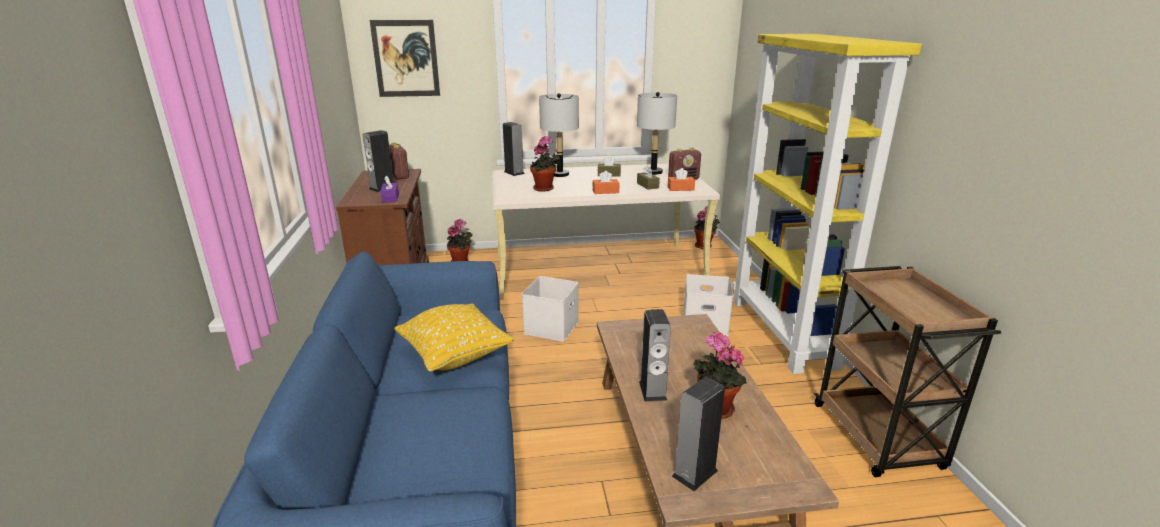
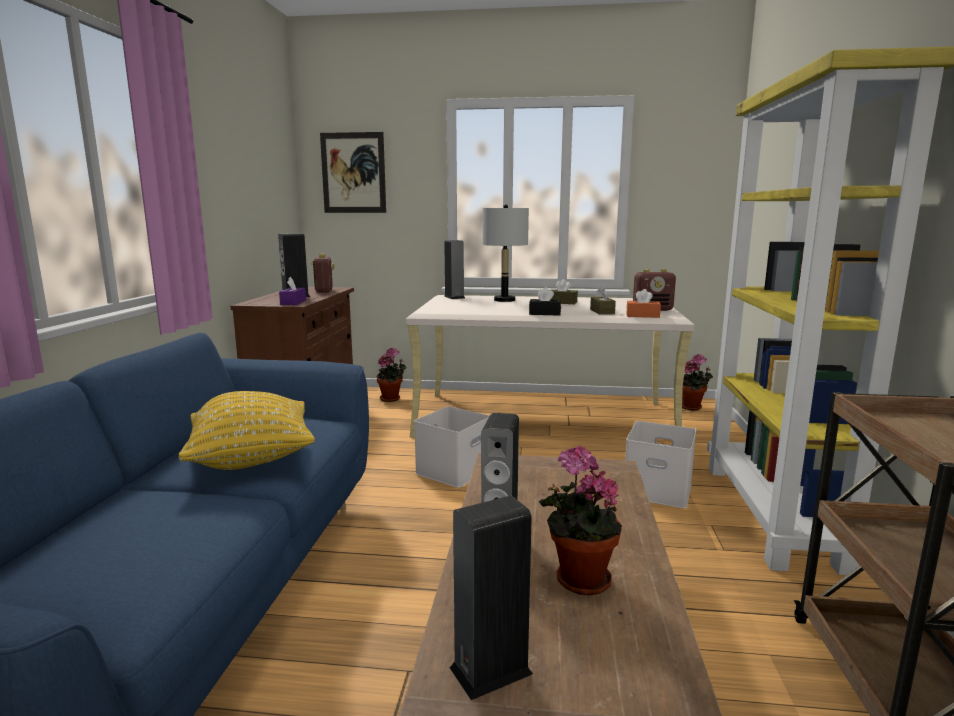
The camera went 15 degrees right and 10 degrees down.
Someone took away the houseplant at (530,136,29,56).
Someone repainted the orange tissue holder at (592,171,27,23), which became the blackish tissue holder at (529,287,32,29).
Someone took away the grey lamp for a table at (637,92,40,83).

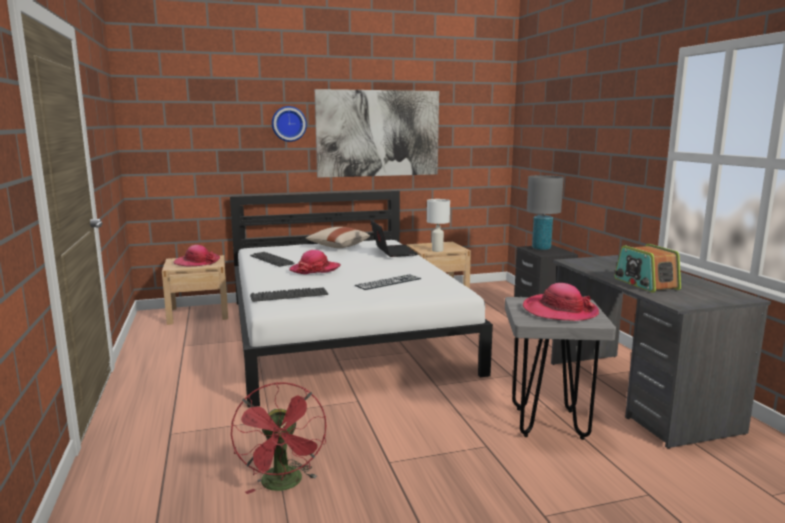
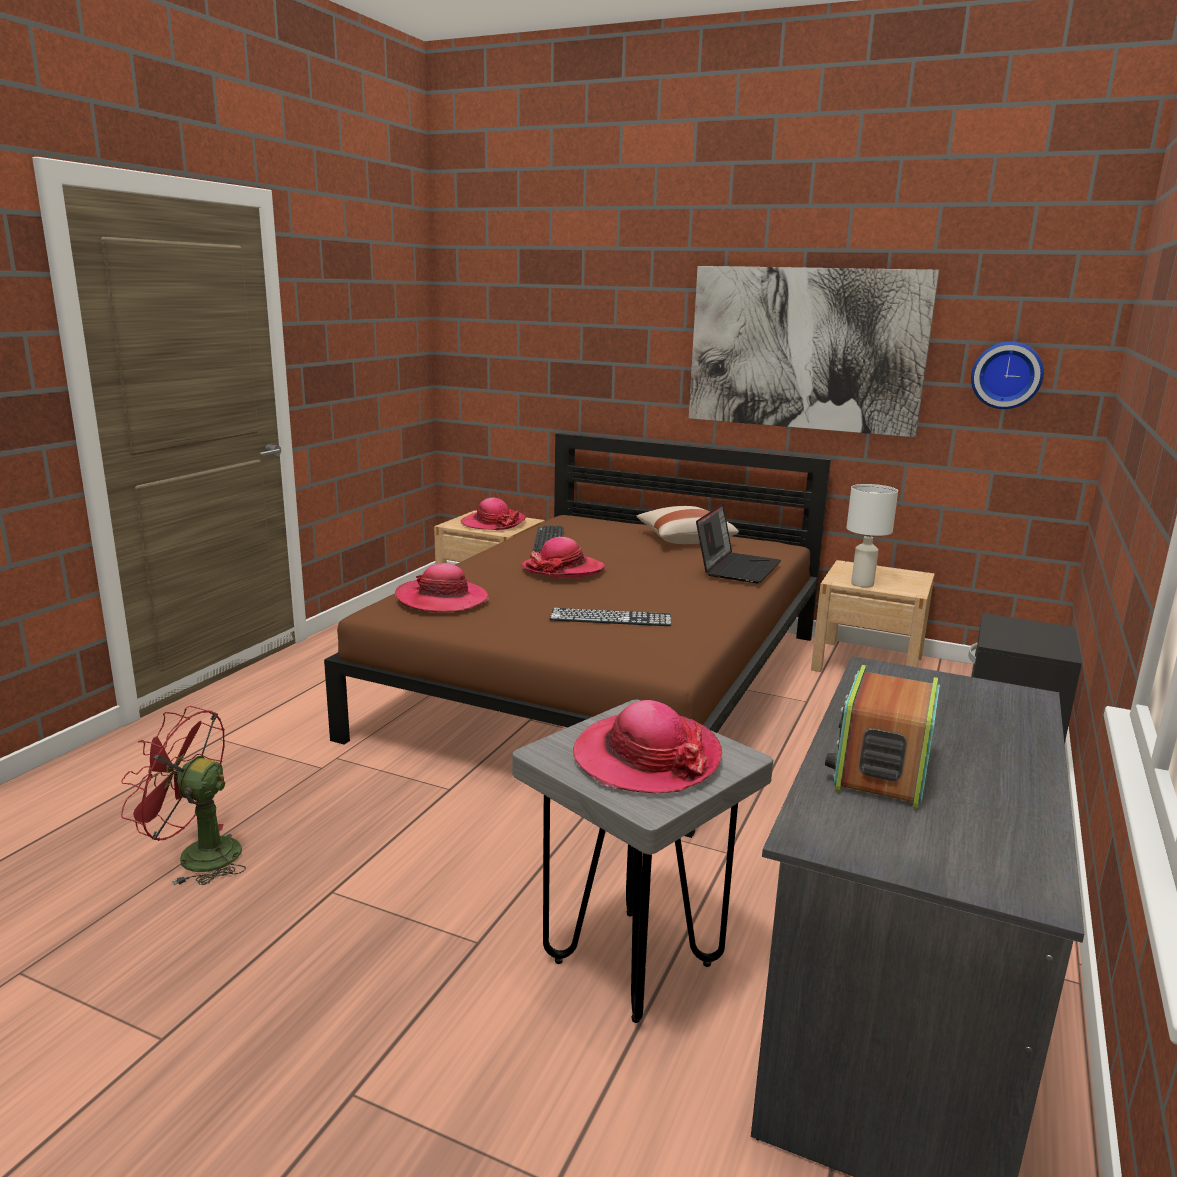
The camera went 40 degrees right and 5 degrees up.
Someone repainted the whitish sleeping bed at (230,191,263,217), which became the brown sleeping bed at (324,433,507,405).
Someone rotated the red-coloured electric fan at (231,382,96,112) by 75 degrees clockwise.
Someone swapped the PC keyboard at (250,287,78,15) for the clothing hat at (395,563,94,49).
Someone carried the hanging clock from (272,106,35,36) to (971,342,73,67).
Someone took away the grey lamp for a table at (527,175,37,75).

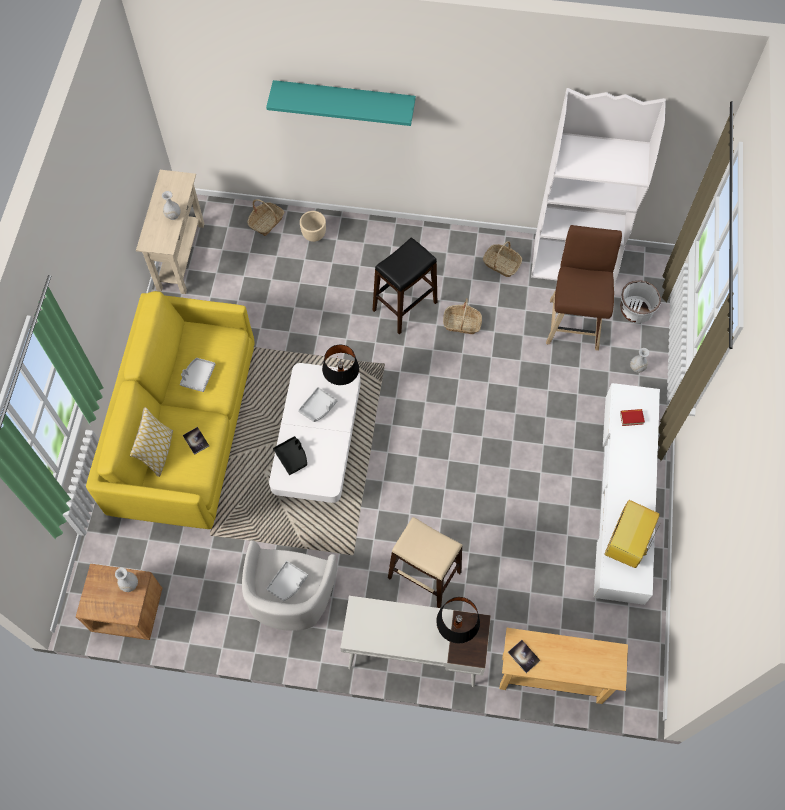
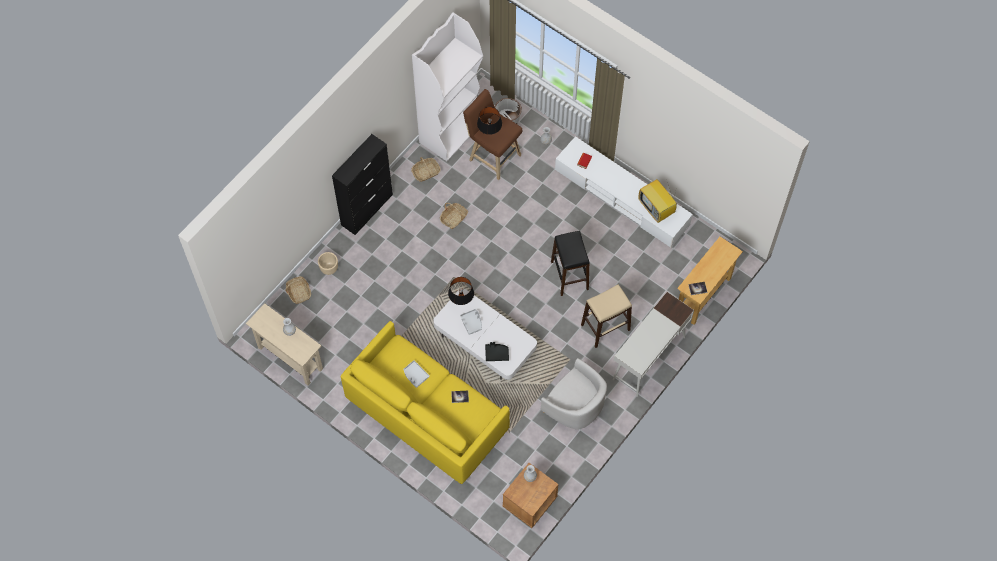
The camera went 60 degrees left and 0 degrees up.
Someone took away the cushion at (130,407,43,70).
Someone took away the blue-green wall shelf at (266,80,150,46).
Someone took away the grey tray at (266,561,42,40).
Someone carried the blackish stool seat from (373,238,64,96) to (551,231,39,65).
Someone carried the blackish lamp for a table from (436,597,44,46) to (477,107,25,28).
Someone put down the blackish cabinet at (332,134,61,101).

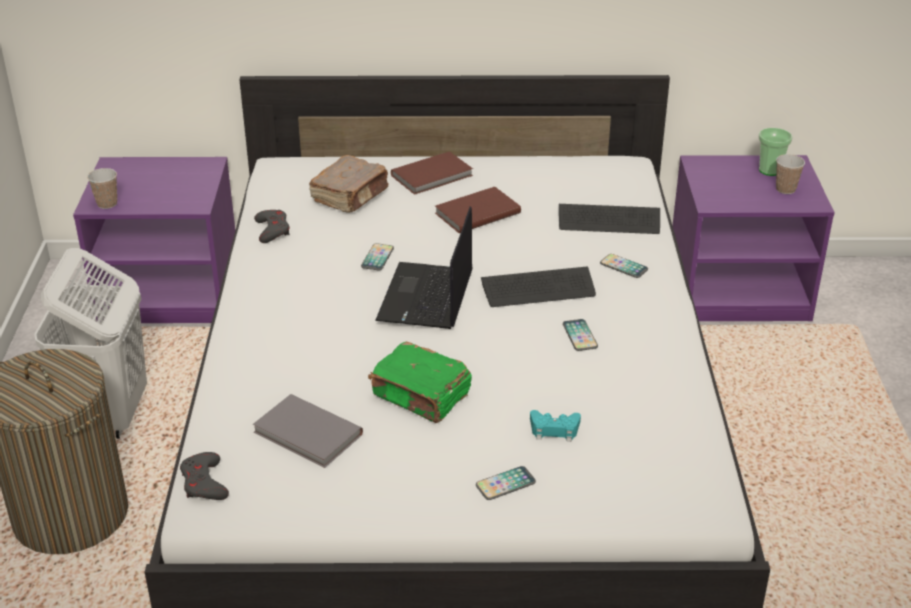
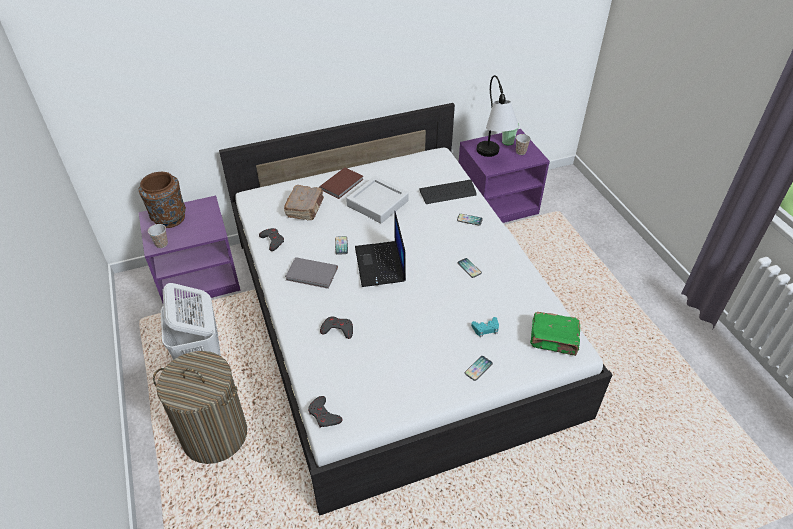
The camera went 20 degrees left and 10 degrees up.
Someone carried the grey book from (252,394,111,74) to (285,257,53,32).
Someone carried the green book from (368,341,104,82) to (530,312,50,44).
Someone swapped the brown book at (435,187,86,46) for the grey tray at (346,176,63,47).
Someone took away the PC keyboard at (481,267,115,40).
Someone put down the brown vase at (138,172,48,56).
Someone put down the grey gamepad at (320,317,33,22).
Someone put down the lamp for a table at (477,75,42,82).

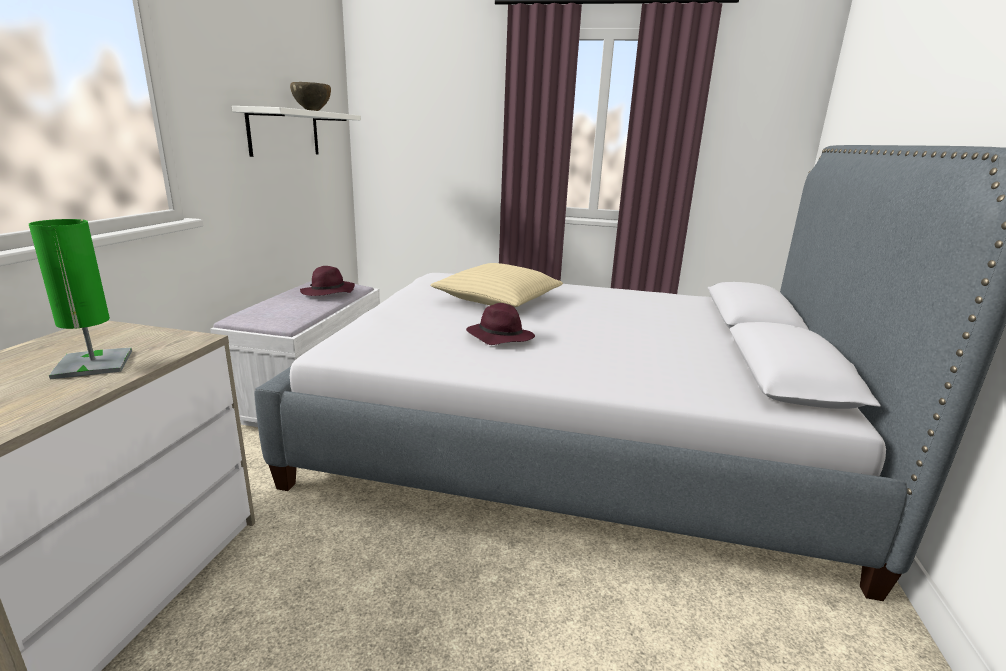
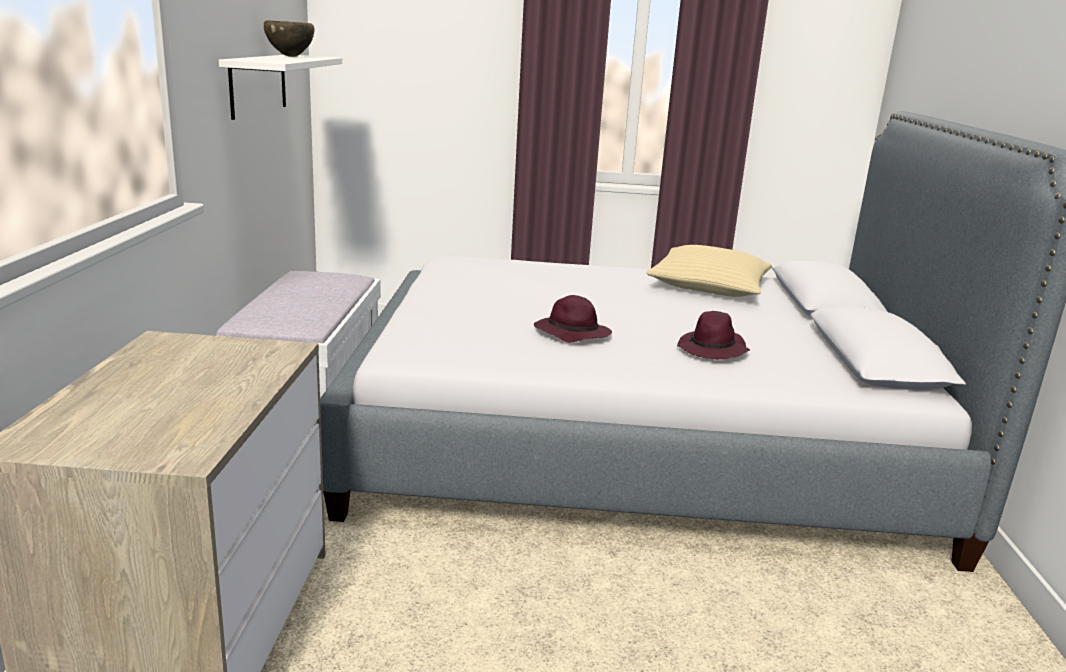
The camera went 10 degrees left and 0 degrees up.
Someone took away the green lamp for a table at (29,219,103,160).
Someone carried the purple clothing hat from (300,266,55,30) to (677,311,73,48).
Someone carried the beige cushion from (430,263,133,45) to (646,245,126,52).

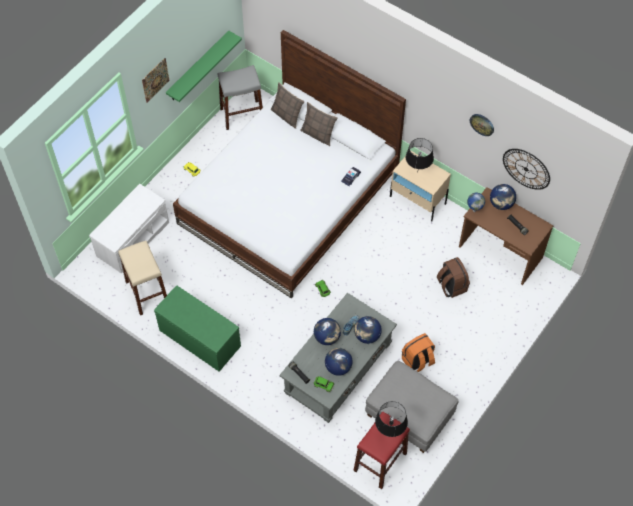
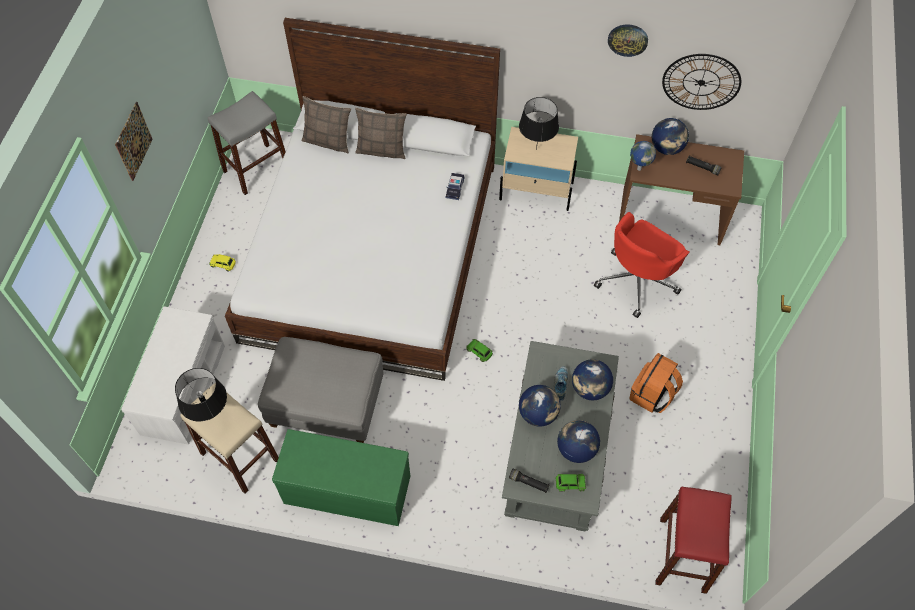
The camera went 25 degrees left and 0 degrees up.
Someone took away the green wall shelf at (166,30,76,72).
Someone carried the grey pouffe from (365,361,94,92) to (258,337,126,106).
Someone carried the blackish lamp for a table from (375,401,33,36) to (175,368,52,53).
Someone swapped the brown rucksack at (437,257,33,41) for the red-coloured desk chair at (594,212,96,106).

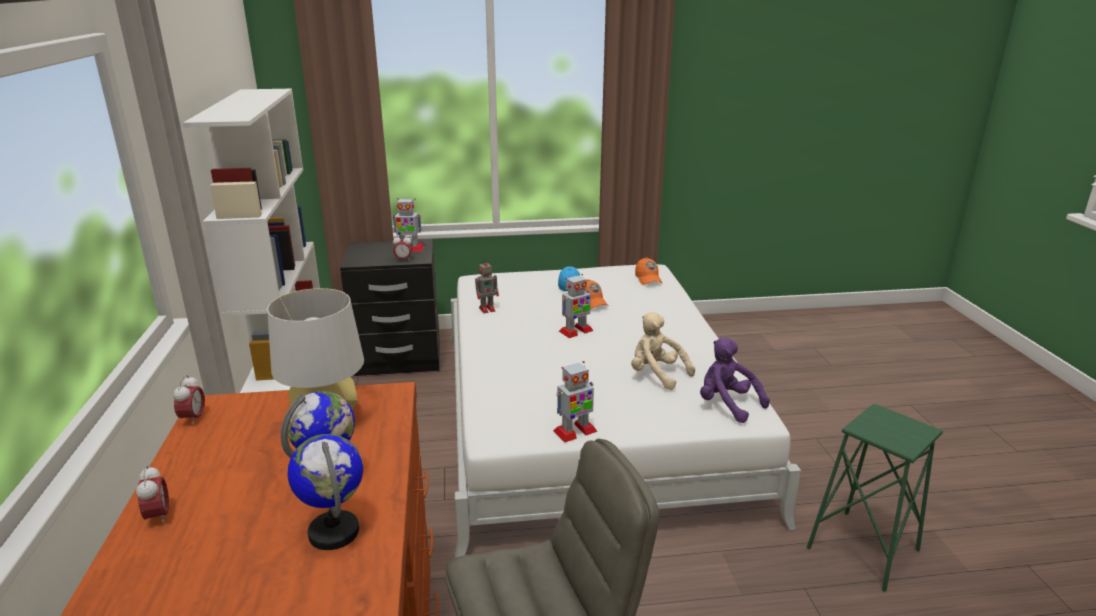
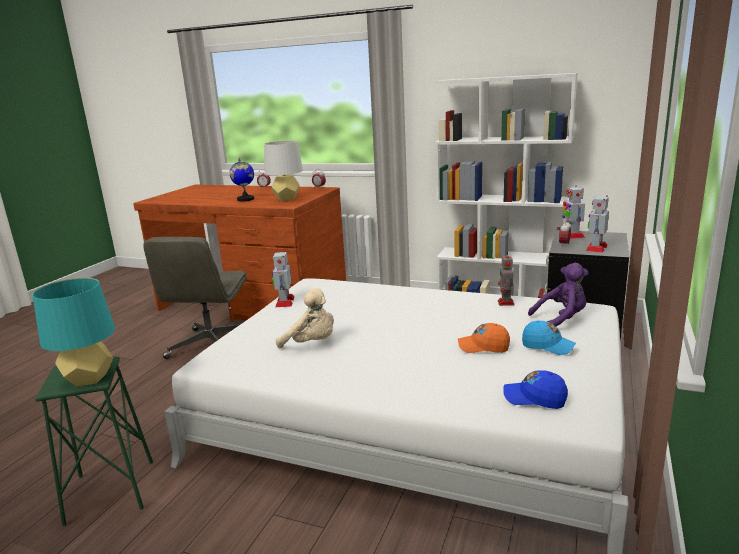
The camera went 120 degrees right and 5 degrees down.
Someone took away the world globe at (287,434,76,116).
Someone carried the robot figure from (559,274,34,64) to (562,186,23,53).
Someone rotated the beige cuddly toy at (631,312,64,78) by 45 degrees clockwise.
Someone repainted the orange cap at (635,257,27,28), which became the blue-coloured cap at (503,370,65,39).
Someone carried the purple cuddly toy from (700,337,70,86) to (528,263,61,63).
Someone put down the blue-green lamp for a table at (32,278,83,108).

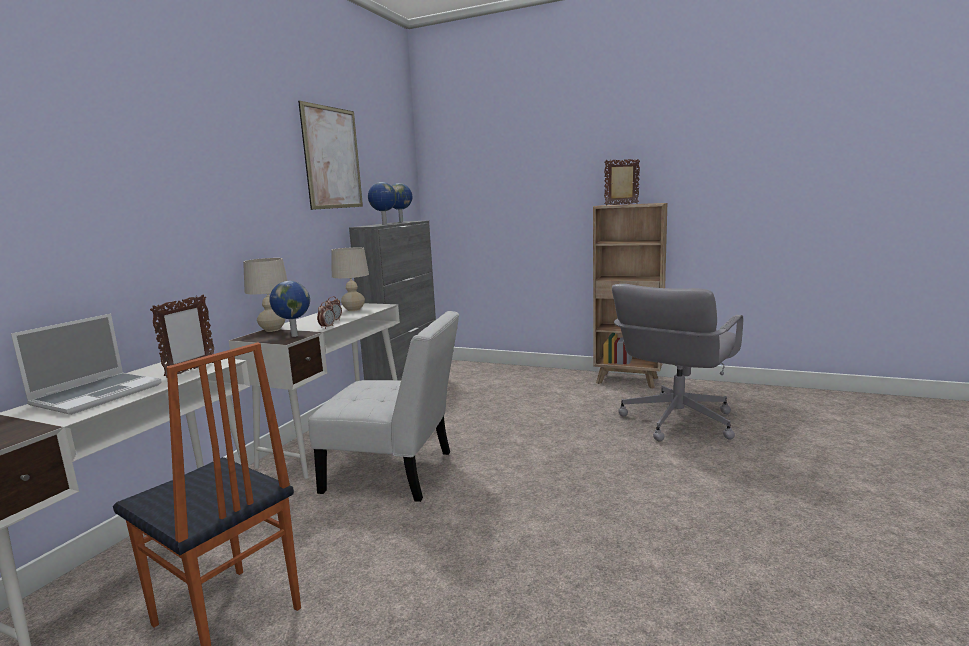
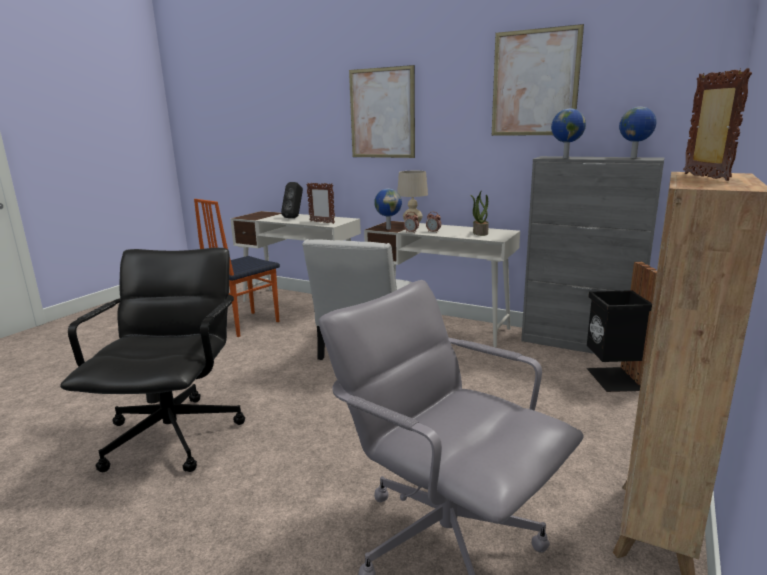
The camera went 95 degrees right and 5 degrees up.
Someone swapped the notebook computer at (11,314,151,101) for the blackish loudspeaker at (281,182,22,36).
Someone swapped the beige lamp for a table at (331,247,38,64) for the houseplant at (470,191,19,45).
Someone put down the blackish desk chair at (60,248,185,224).
Someone put up the wall picture at (349,65,66,93).
Someone put down the blackish waste bin at (587,262,70,130).

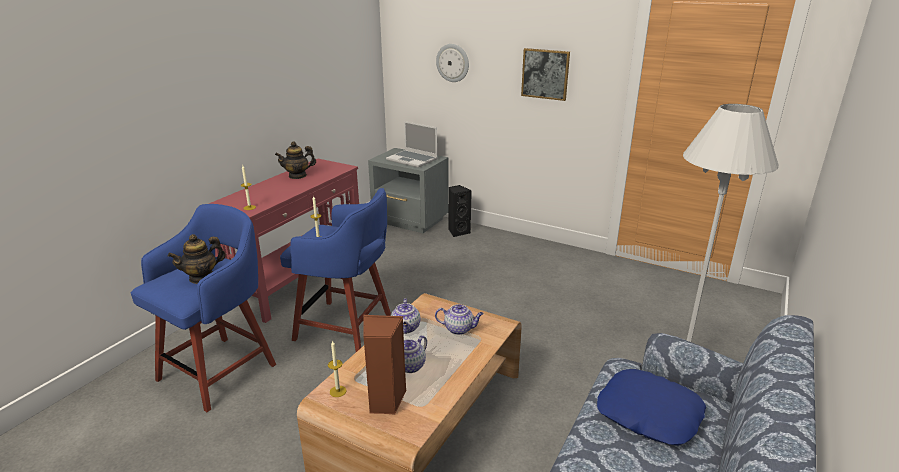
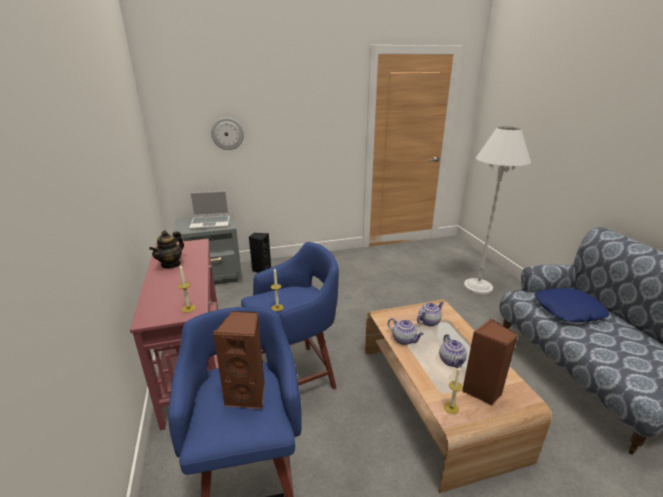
The camera went 45 degrees left and 0 degrees up.
Someone swapped the tea pot at (168,234,58,50) for the brown loudspeaker at (213,311,52,98).
Someone took away the wall picture at (521,48,49,53).

